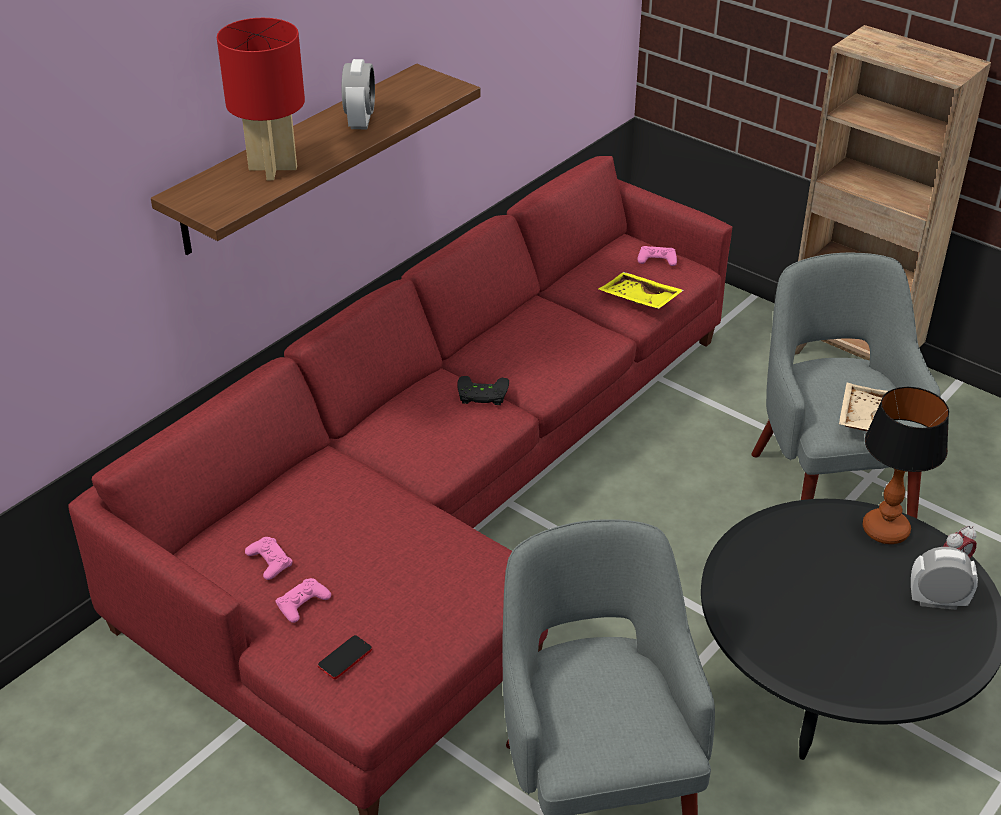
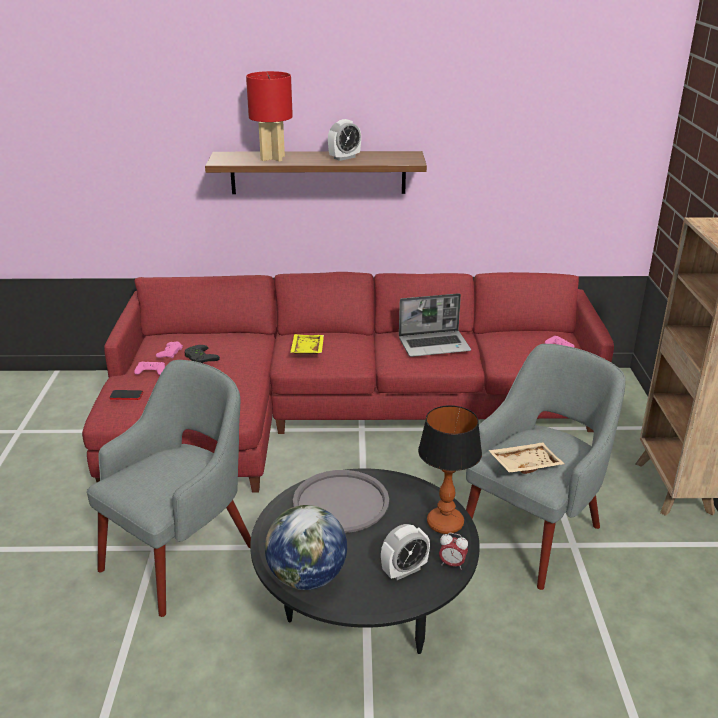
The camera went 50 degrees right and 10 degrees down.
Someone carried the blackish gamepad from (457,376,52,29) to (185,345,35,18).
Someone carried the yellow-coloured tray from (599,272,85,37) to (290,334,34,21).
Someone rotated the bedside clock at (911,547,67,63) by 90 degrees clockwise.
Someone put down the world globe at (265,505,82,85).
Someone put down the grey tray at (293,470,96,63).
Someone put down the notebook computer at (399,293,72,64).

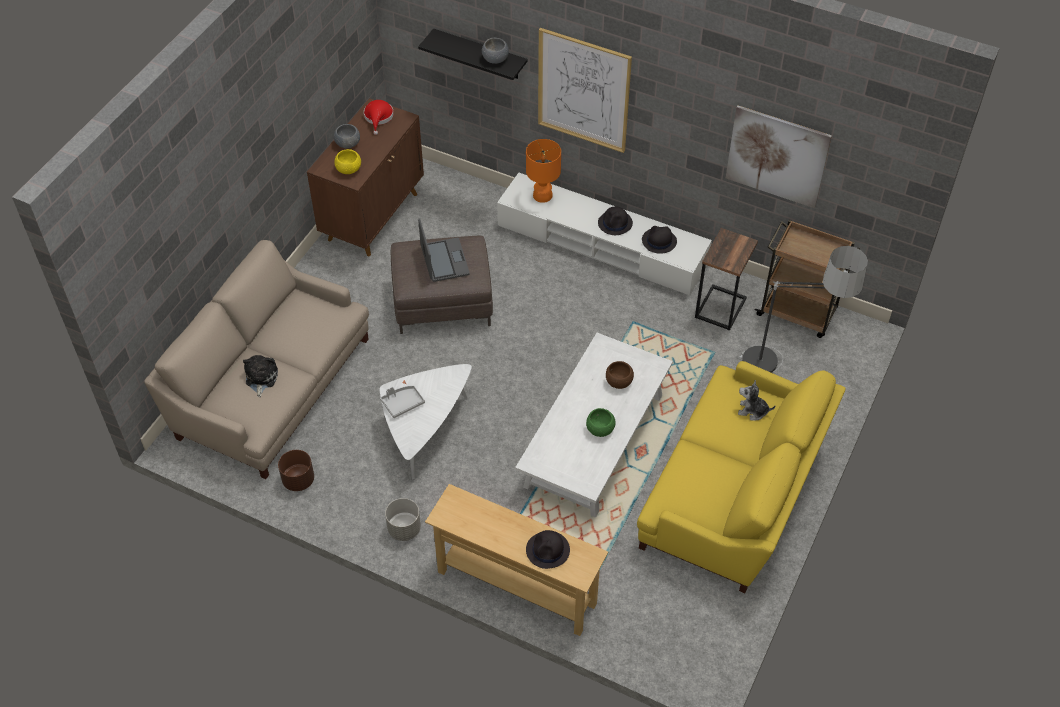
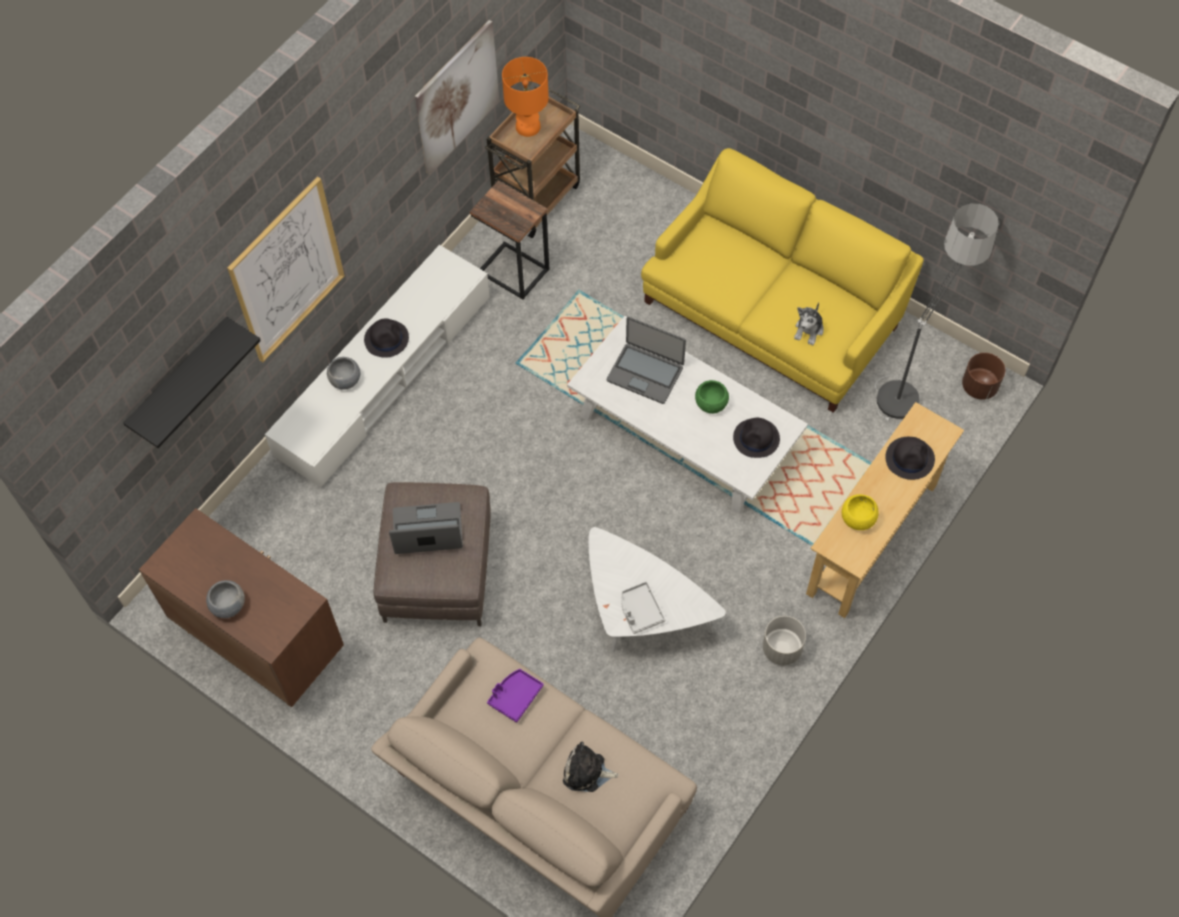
The camera went 80 degrees left and 10 degrees up.
Someone carried the brown planter from (278,450,36,41) to (962,353,43,47).
Someone carried the yellow-coloured deep dish from (334,149,27,25) to (842,494,37,36).
Someone took away the red-coloured clothing hat at (364,100,30,35).
Someone carried the grey deep dish from (482,38,27,26) to (327,357,33,33).
Someone carried the orange lamp for a table from (526,139,35,64) to (502,57,47,80).
Someone swapped the brown deep dish at (606,361,28,28) for the notebook computer at (607,317,79,87).
Someone carried the blackish clothing hat from (642,226,35,28) to (733,418,47,40).
Someone carried the cuddly toy from (738,380,37,40) to (794,303,30,42).
Someone carried the standing lamp from (739,246,129,127) to (875,203,124,218).
Someone put down the purple tray at (487,669,56,53).

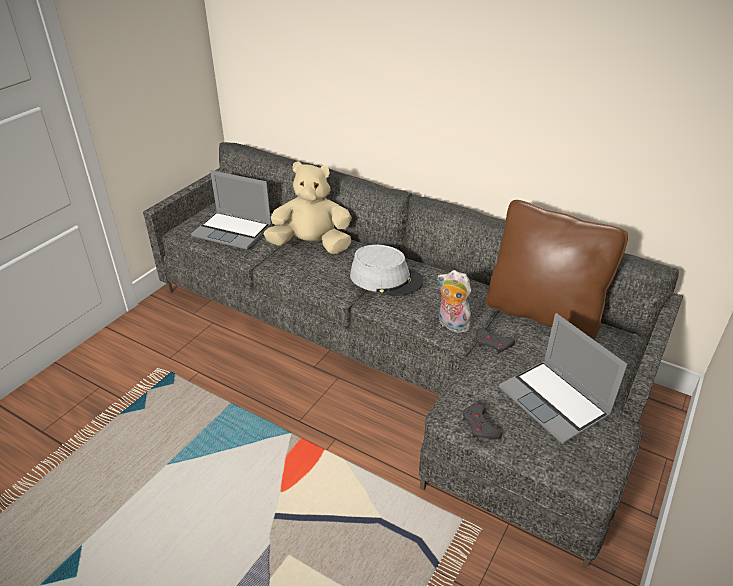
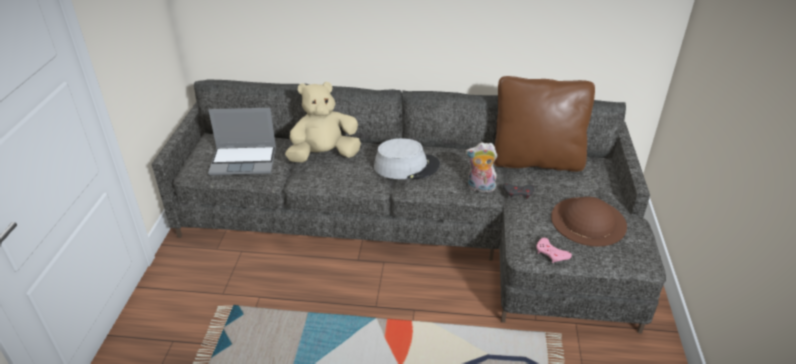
The camera went 25 degrees left and 0 degrees up.
Someone repainted the grey gamepad at (463,403,39,36), which became the pinkish gamepad at (536,238,36,25).
Someone swapped the notebook computer at (499,313,129,131) for the brown clothing hat at (551,197,76,50).

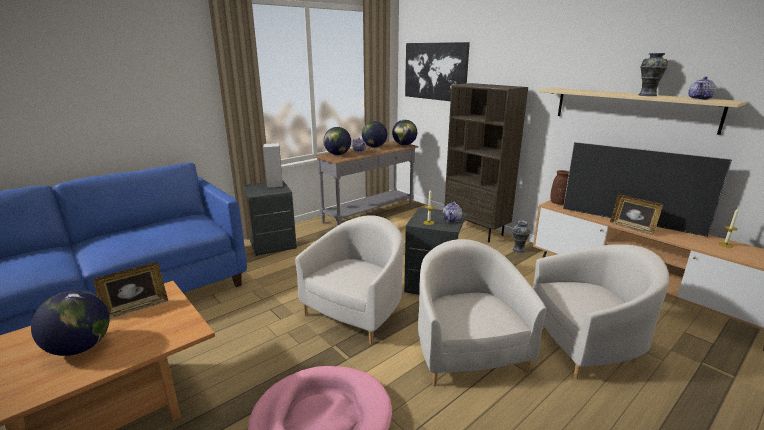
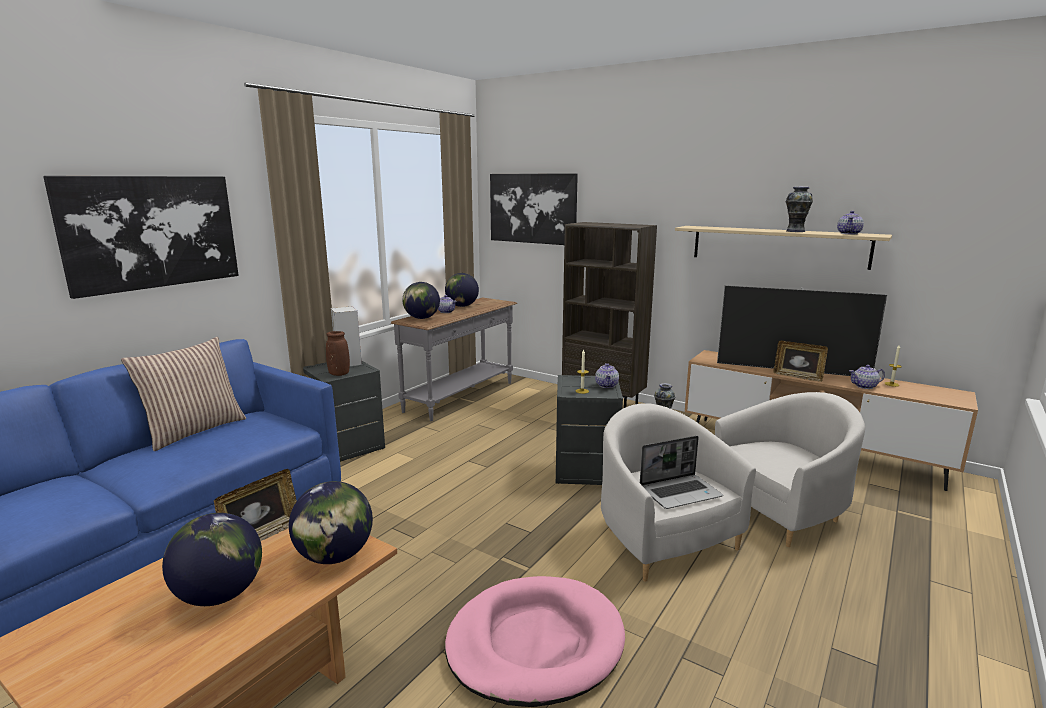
The camera went 15 degrees left and 5 degrees down.
Someone took away the whitish easy chair at (295,215,109,129).
Someone carried the world globe from (392,120,25,25) to (289,481,84,83).
Someone carried the brown vase from (551,170,18,35) to (326,331,24,45).
Someone put up the wall picture at (43,176,196,123).
Someone put down the cushion at (121,337,125,114).
Someone put down the notebook computer at (640,436,83,73).
Someone put down the tea pot at (849,365,36,24).

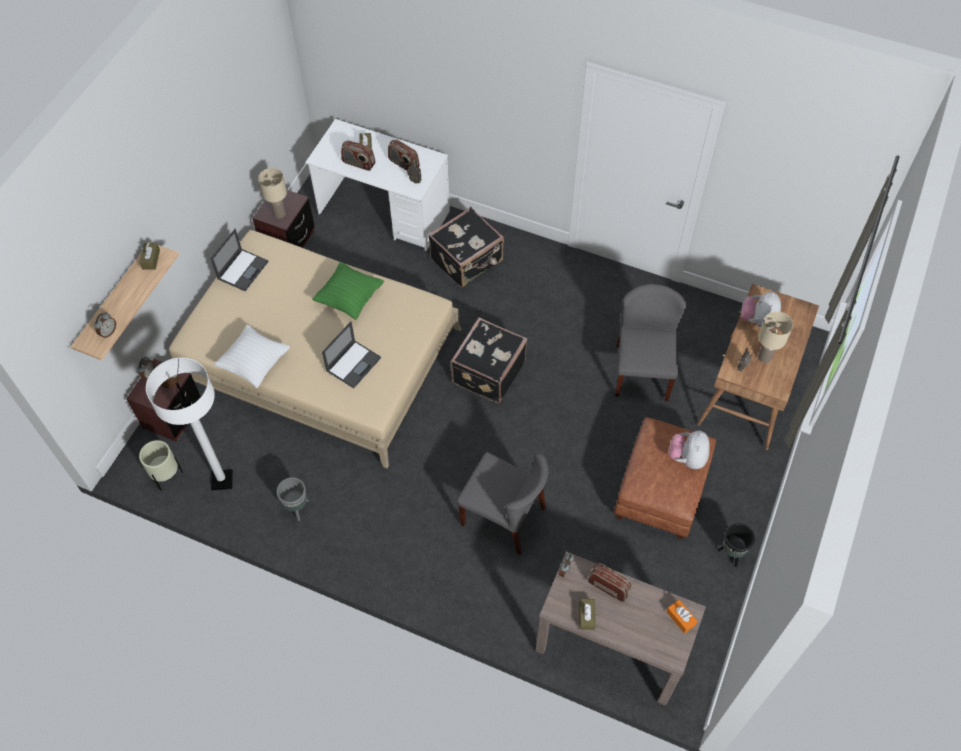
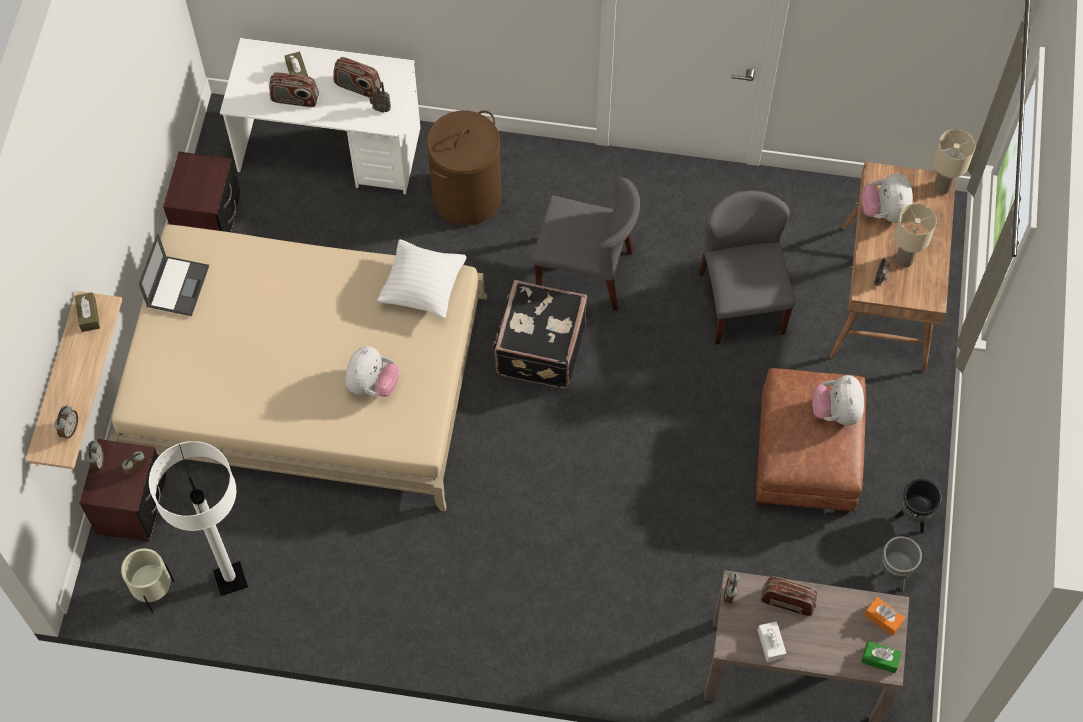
The camera went 15 degrees left and 5 degrees up.
Someone carried the whitish cushion from (214,325,76,63) to (377,239,89,80).
Someone carried the beige lamp for a table from (258,168,29,50) to (933,129,43,65).
Someone carried the grey planter from (277,477,32,44) to (875,536,47,55).
Someone took away the green cushion at (313,262,71,58).
Someone swapped the notebook computer at (322,321,59,67) for the cuddly toy at (345,346,54,51).
Someone swapped the blackish piece of luggage at (428,207,76,80) for the brown washing basket at (427,110,74,116).
Someone carried the grey chair from (457,452,92,103) to (533,178,107,133).
Someone repainted the brown tissue holder at (579,599,17,31), which became the whitish tissue holder at (757,621,29,41).
Someone put down the green tissue holder at (861,641,41,32).

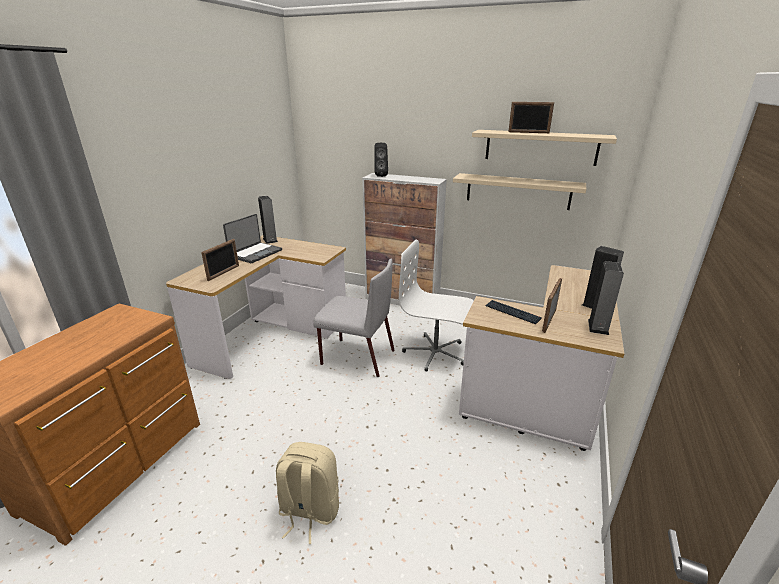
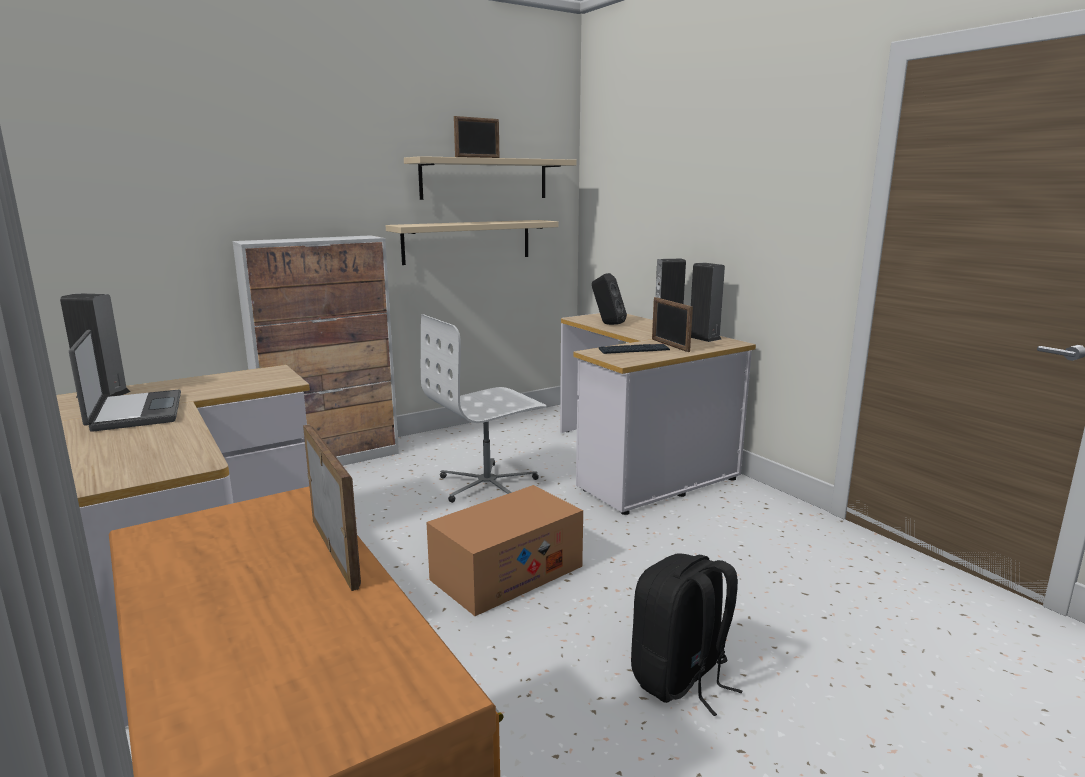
The camera went 55 degrees left and 10 degrees down.
Someone carried the standing frame from (201,239,38,42) to (303,424,58,167).
Someone repainted the beige rucksack at (276,442,63,102), which became the blackish rucksack at (631,553,111,163).
Someone took away the grey chair at (313,259,82,118).
Someone carried the blackish loudspeaker from (374,143,14,34) to (592,273,35,52).
Someone put down the packing box at (426,485,157,131).

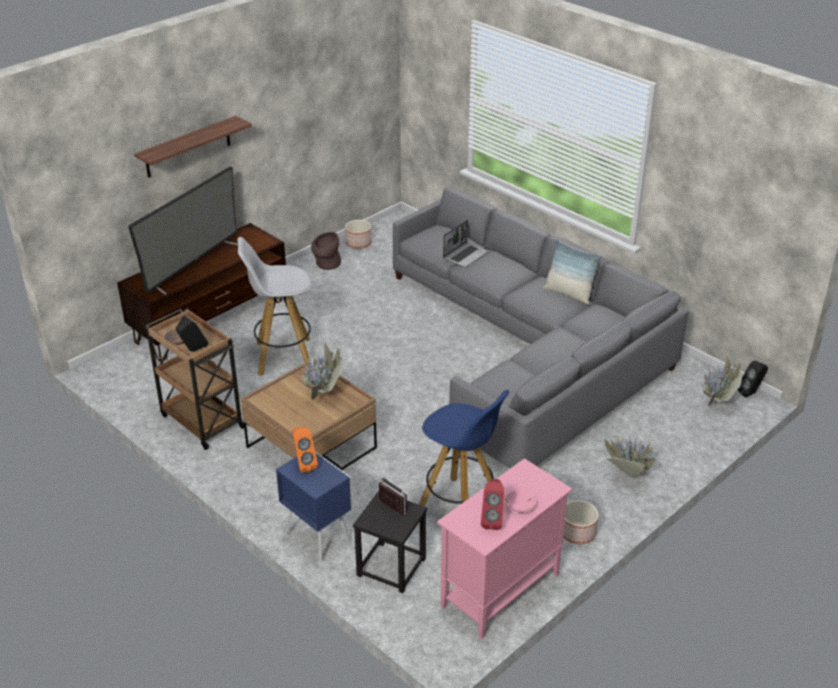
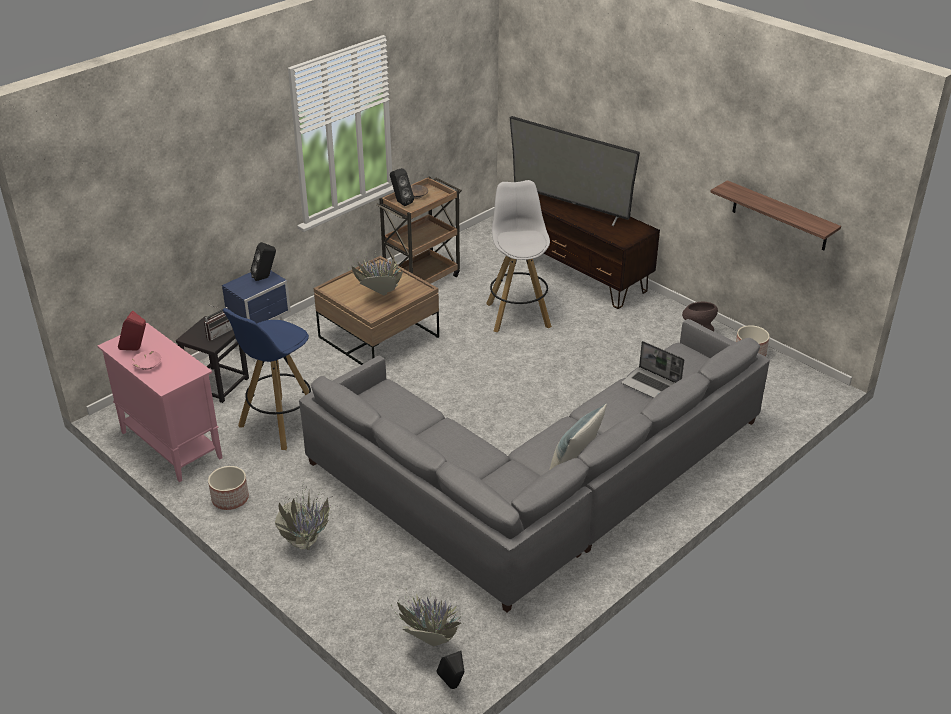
The camera went 90 degrees right and 0 degrees up.
Someone carried the wall shelf from (134,116,118,62) to (710,180,131,70).
Someone repainted the orange loudspeaker at (292,427,26,46), which became the blackish loudspeaker at (250,242,26,39).

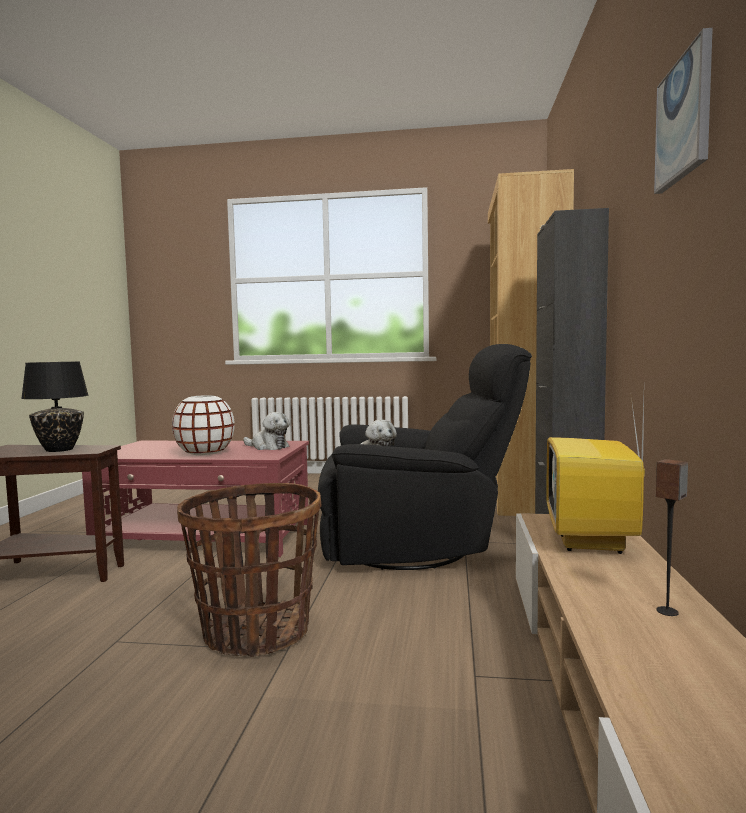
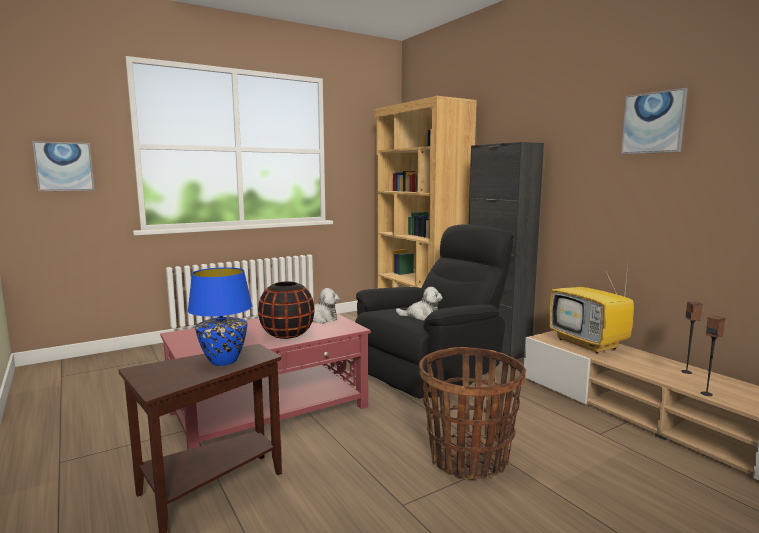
The camera went 40 degrees left and 5 degrees up.
Someone repainted the blackish lamp for a table at (21,361,67,91), which became the blue-coloured lamp for a table at (187,267,66,99).
Someone repainted the whitish vase at (172,395,63,60), which became the blackish vase at (258,282,57,57).
Someone put up the wall picture at (32,141,63,50).
Someone put down the loudspeaker at (701,316,24,80).

